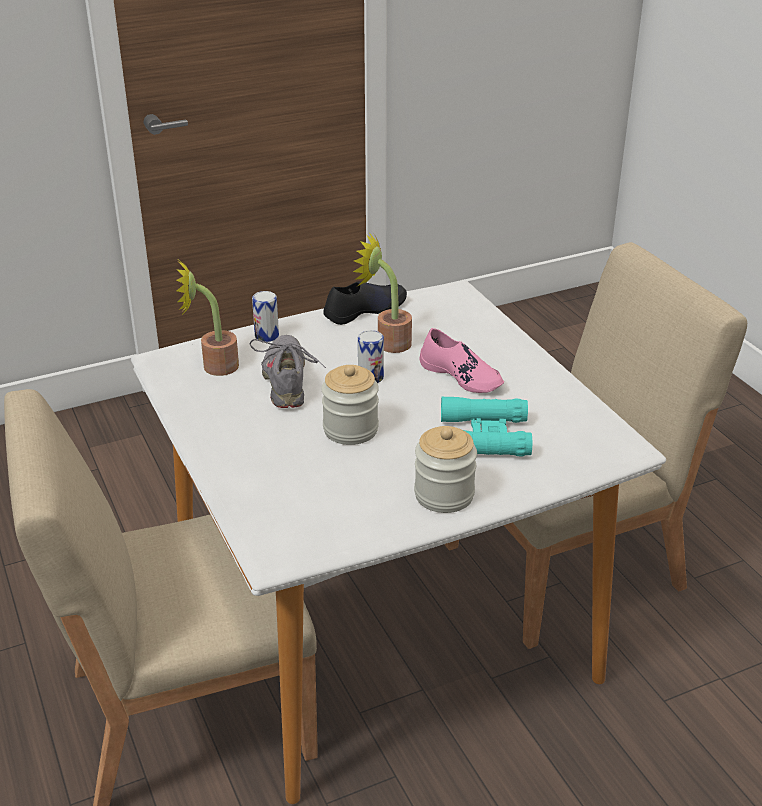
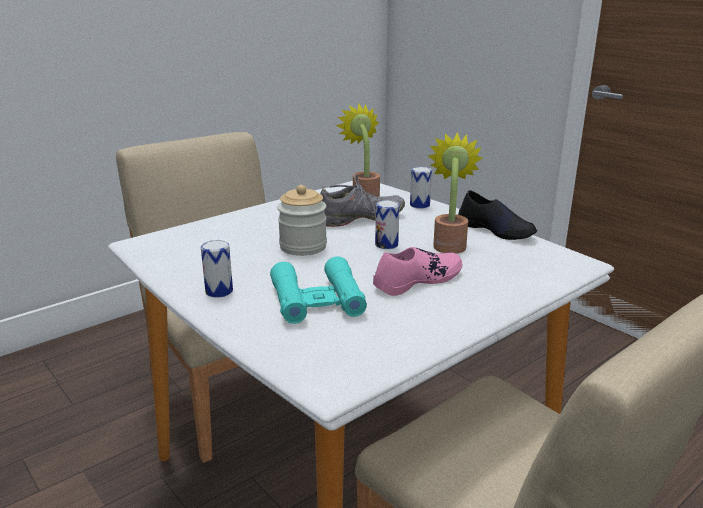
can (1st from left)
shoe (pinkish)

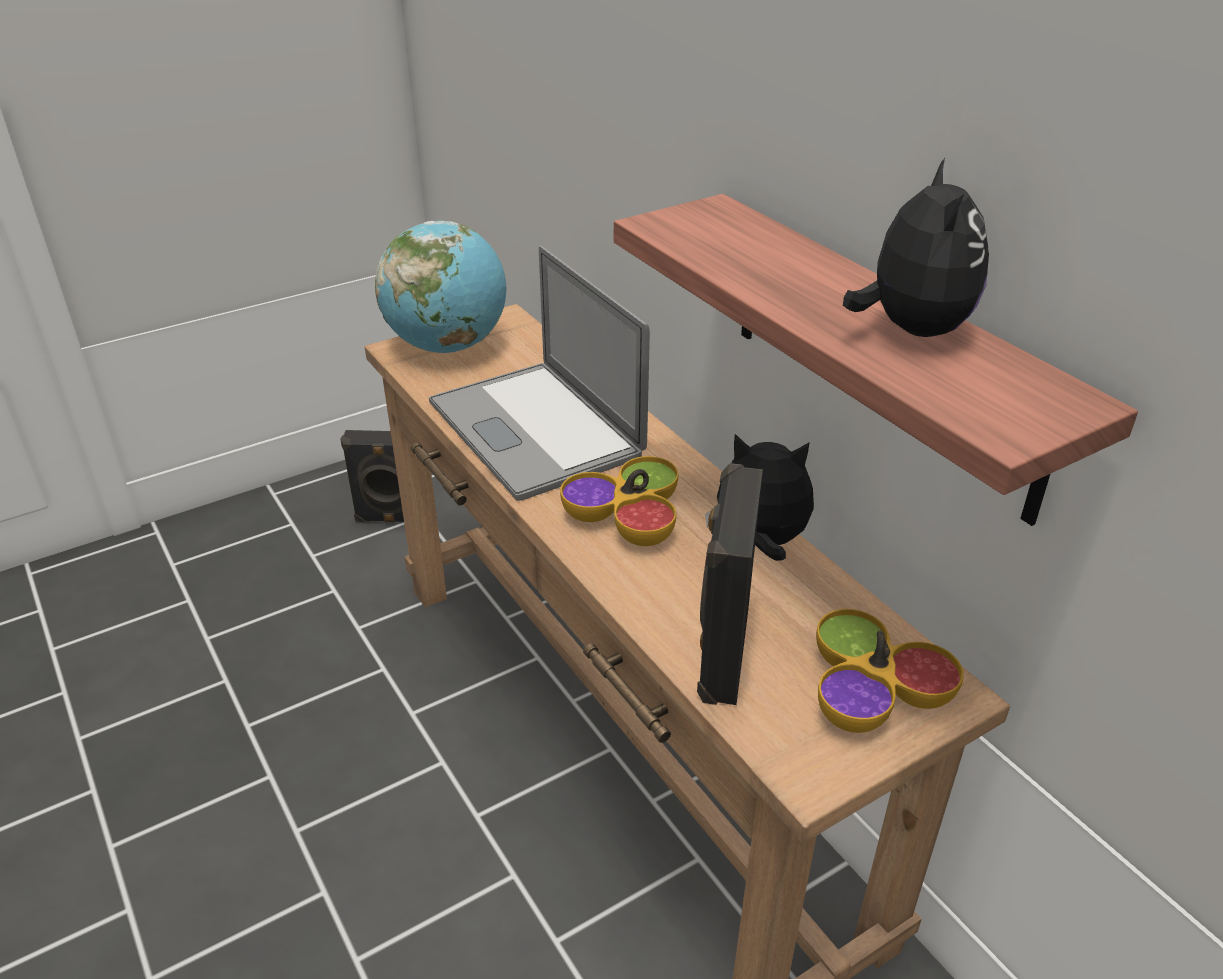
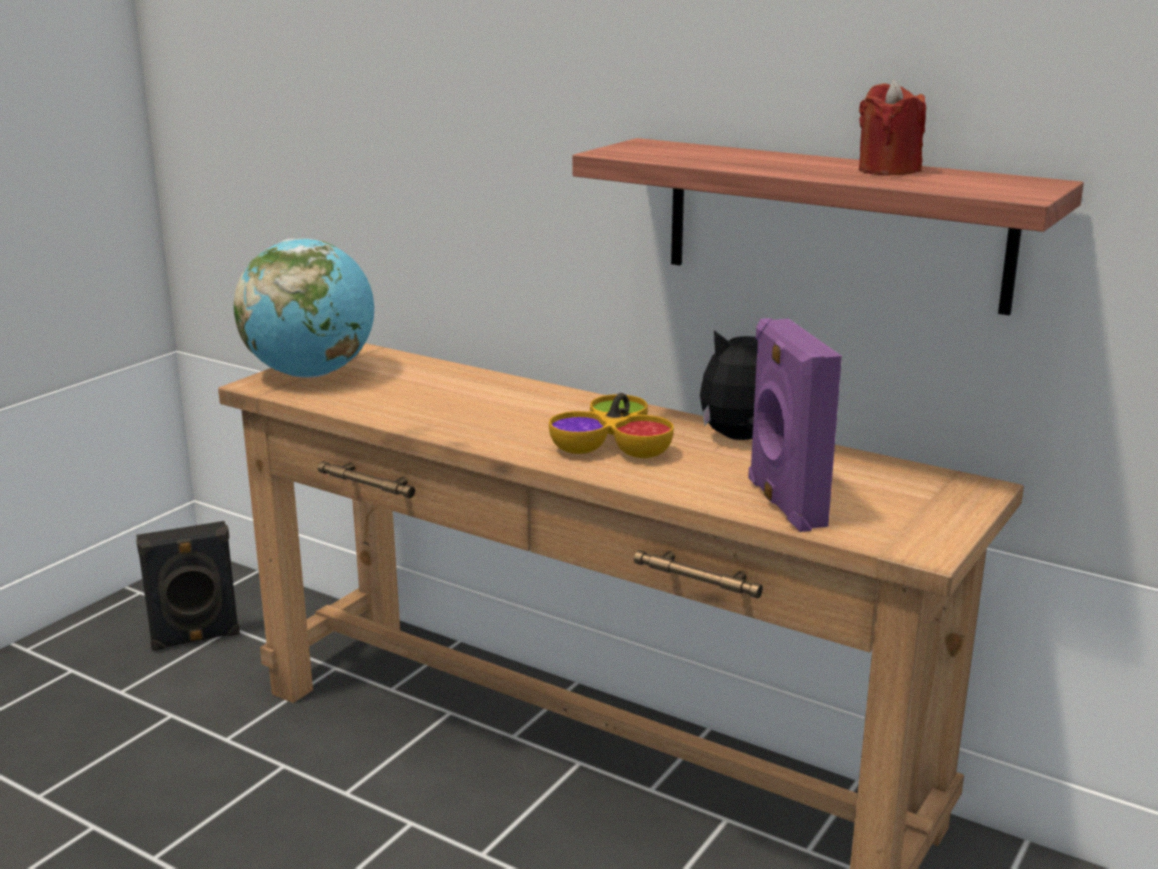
loudspeaker (purple)
wax light (reddish)
laptop
bowl (2nd from left in the first image)

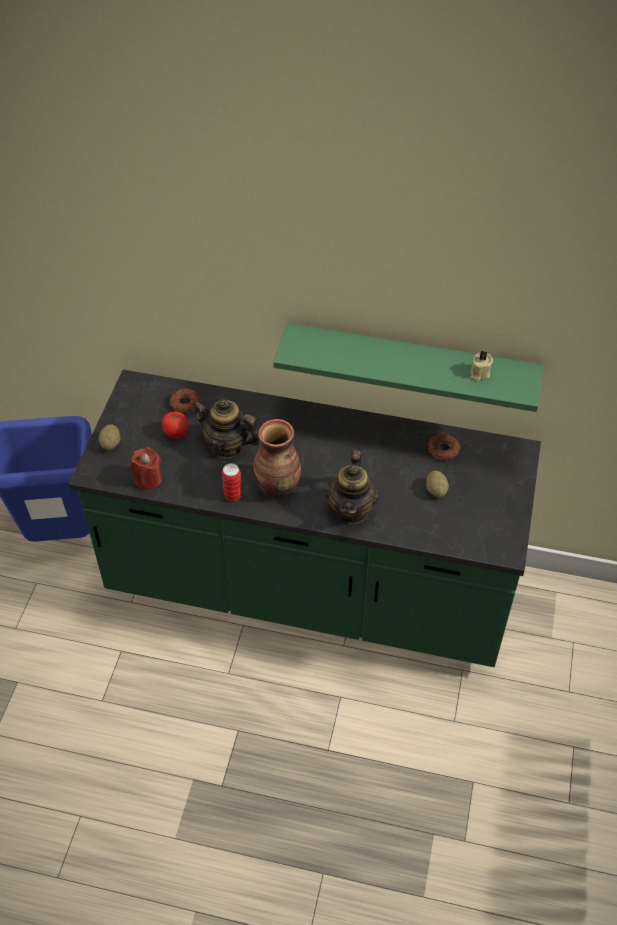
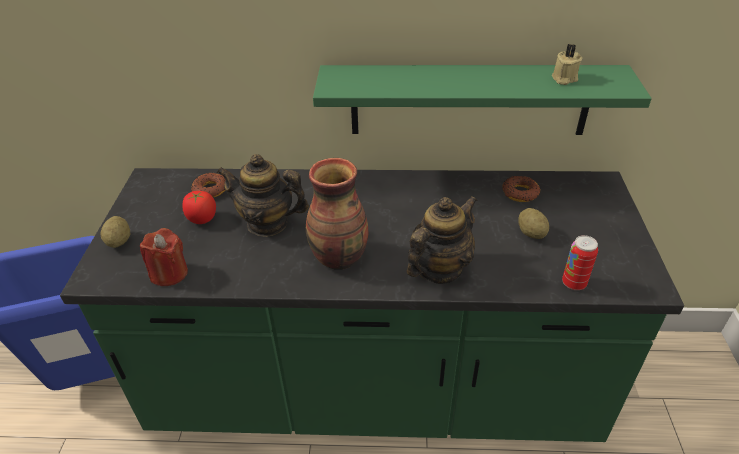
tea pot (2nd from left)
can

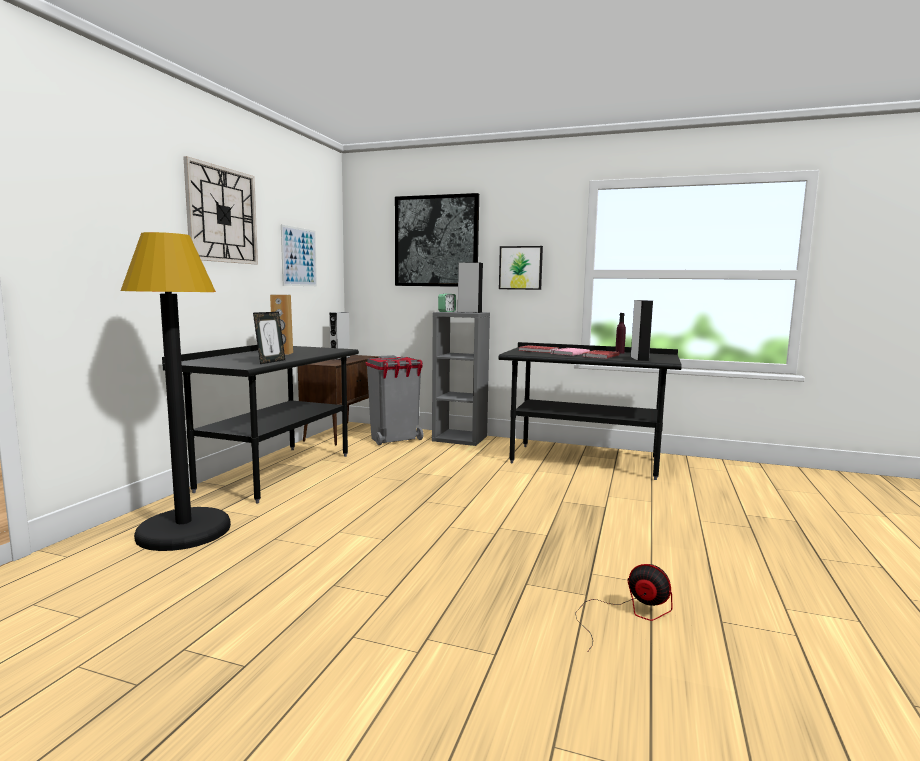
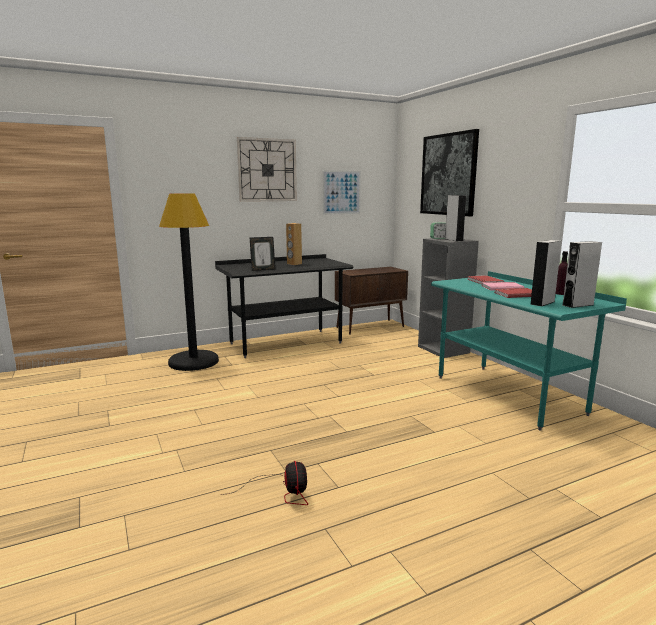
desk unit (turquoise)
loudspeaker (greyish) (3rd from left)
trash can (greyish)
wall art (3rd from left in the first image)

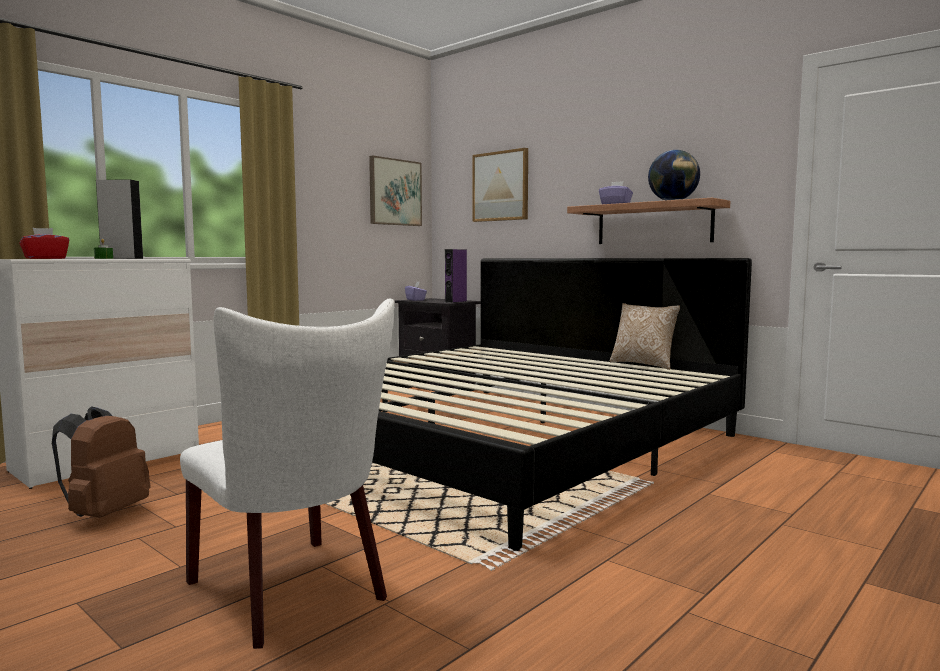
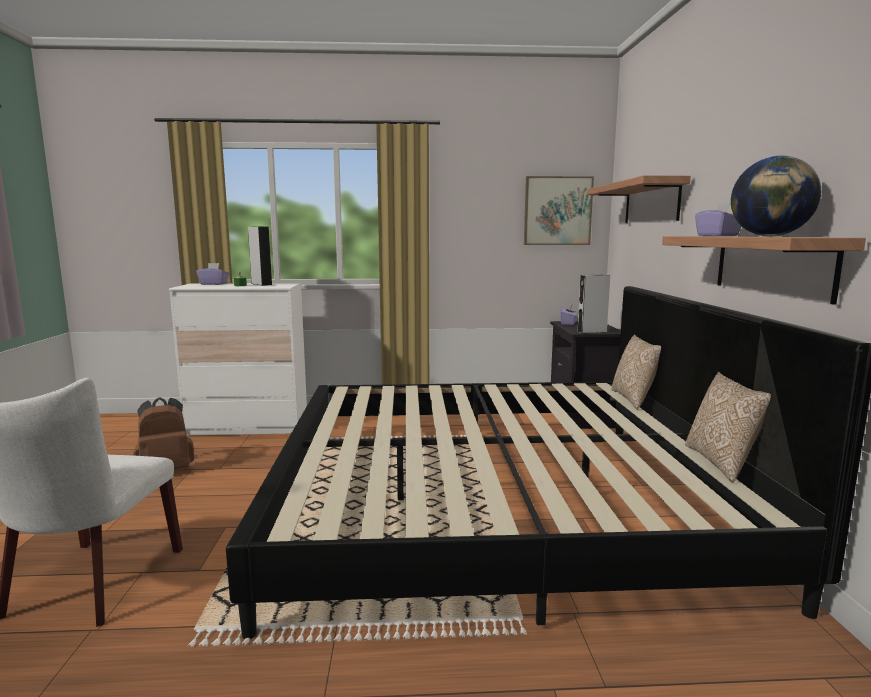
tissue box (purple) (1st from left)
loudspeaker (greyish) (2nd from left)
shelf (1st from left)
pillow (1st from left)

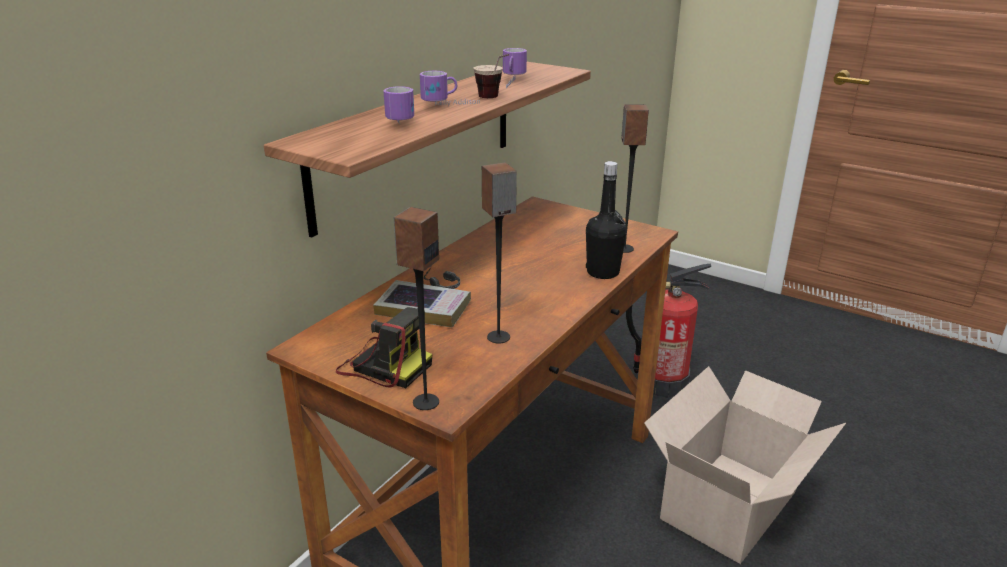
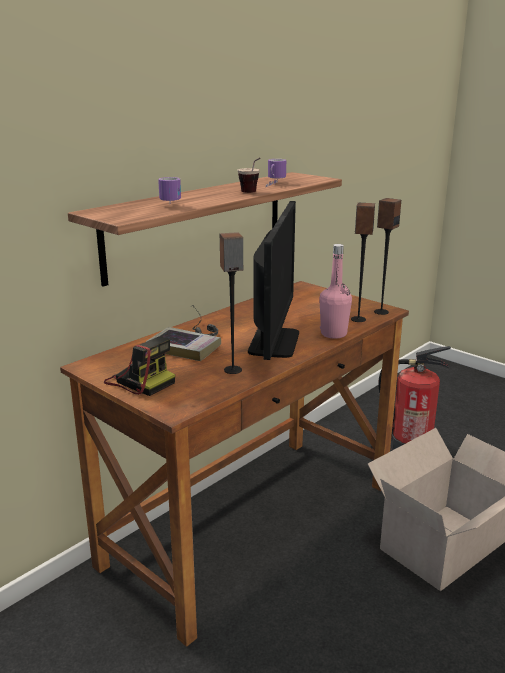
monitor
beverage bottle (pinkish)
loudspeaker (3rd from left)
tea mug (2nd from left in the first image)

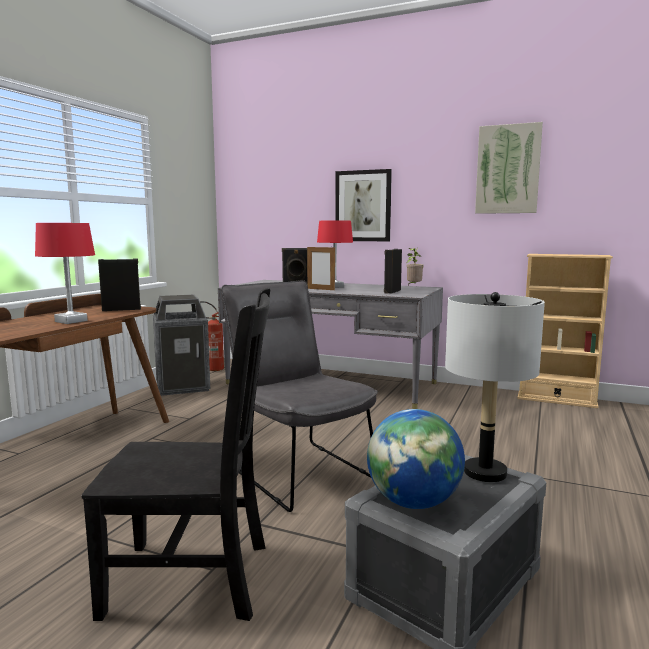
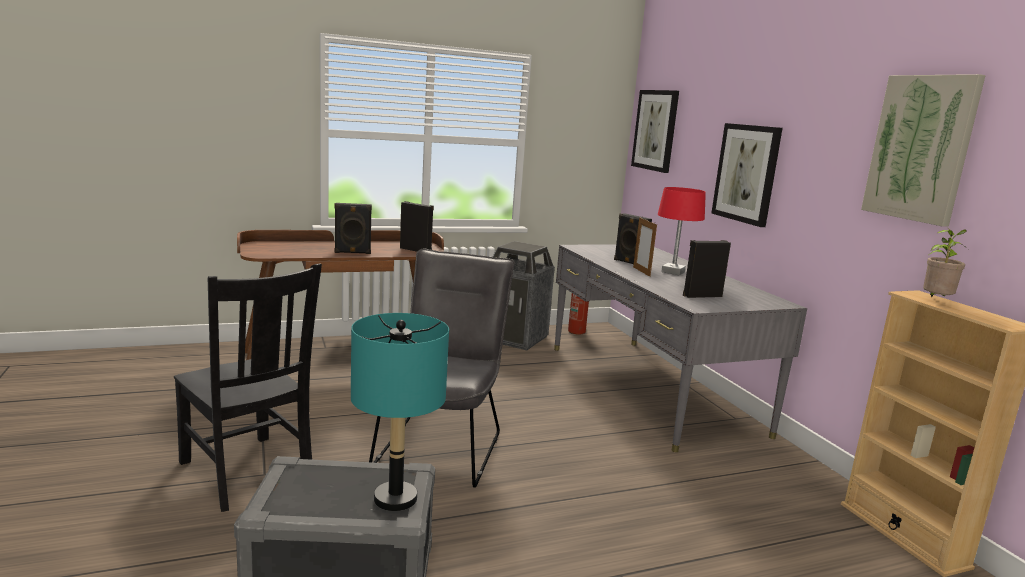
loudspeaker (black-coloured) (1st from left)
table lamp (turquoise)
wall art (1st from left)
houseplant
globe

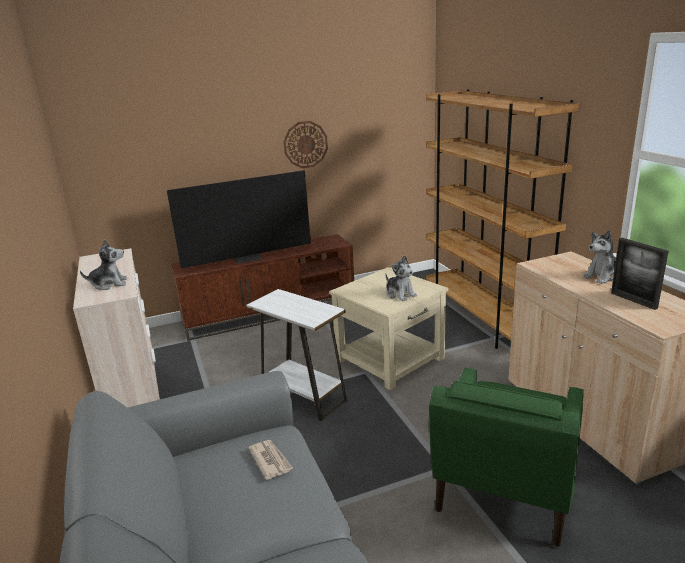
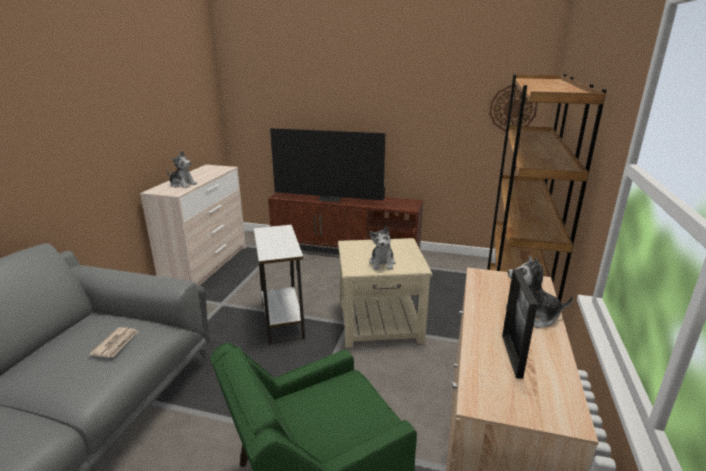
clock on the wall

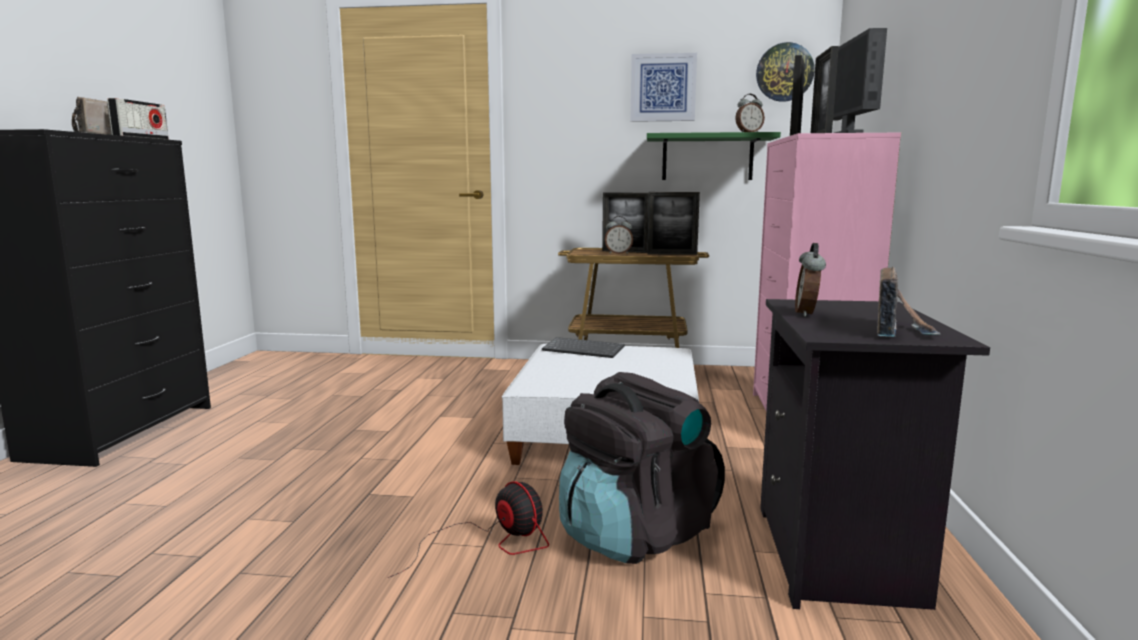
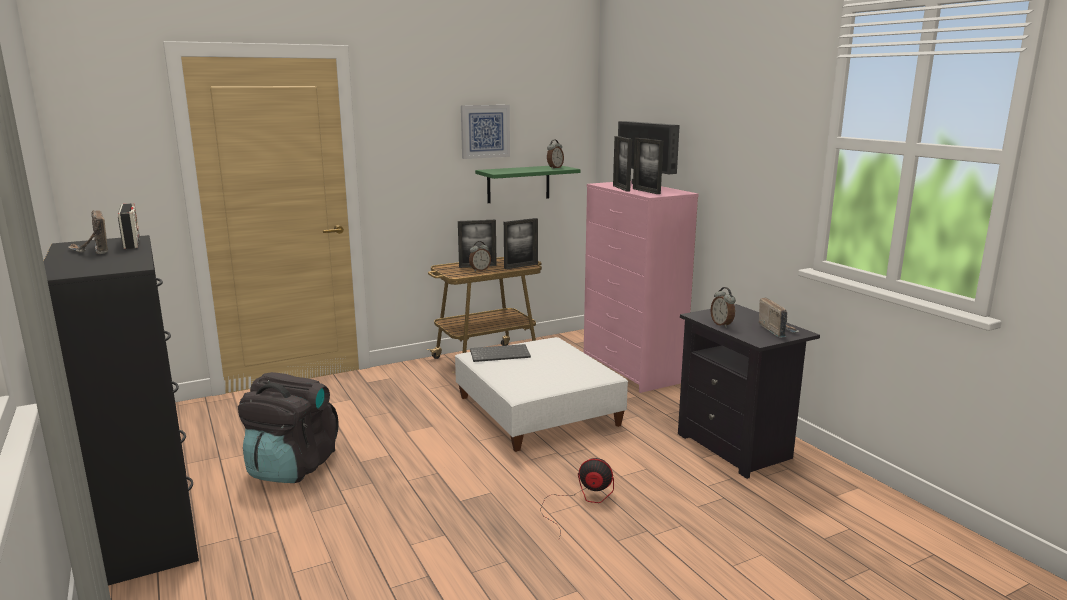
backpack (black-coloured)
clock on the wall

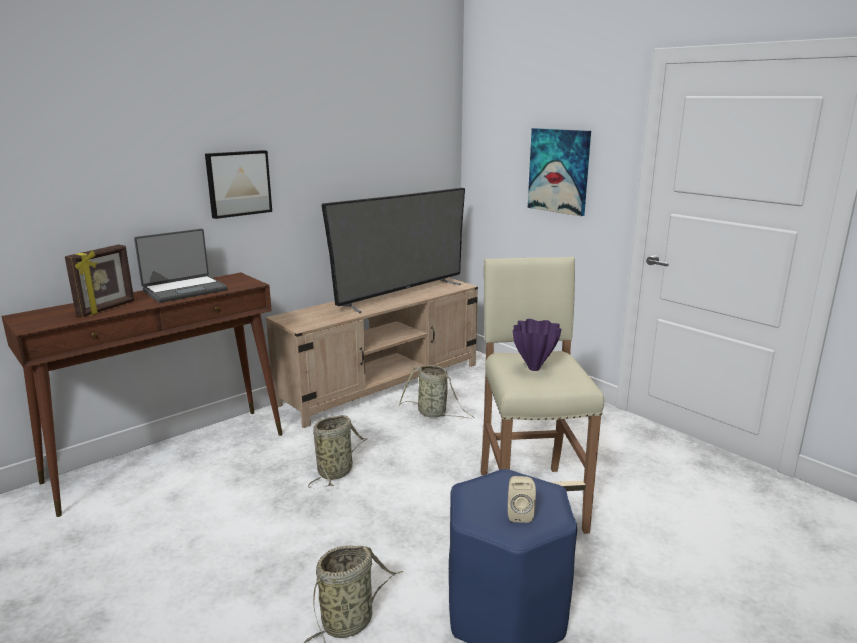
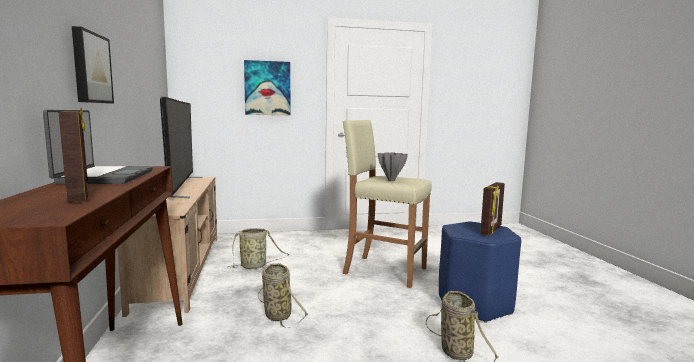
flower vase (greyish)
standing frame (2nd from left)

